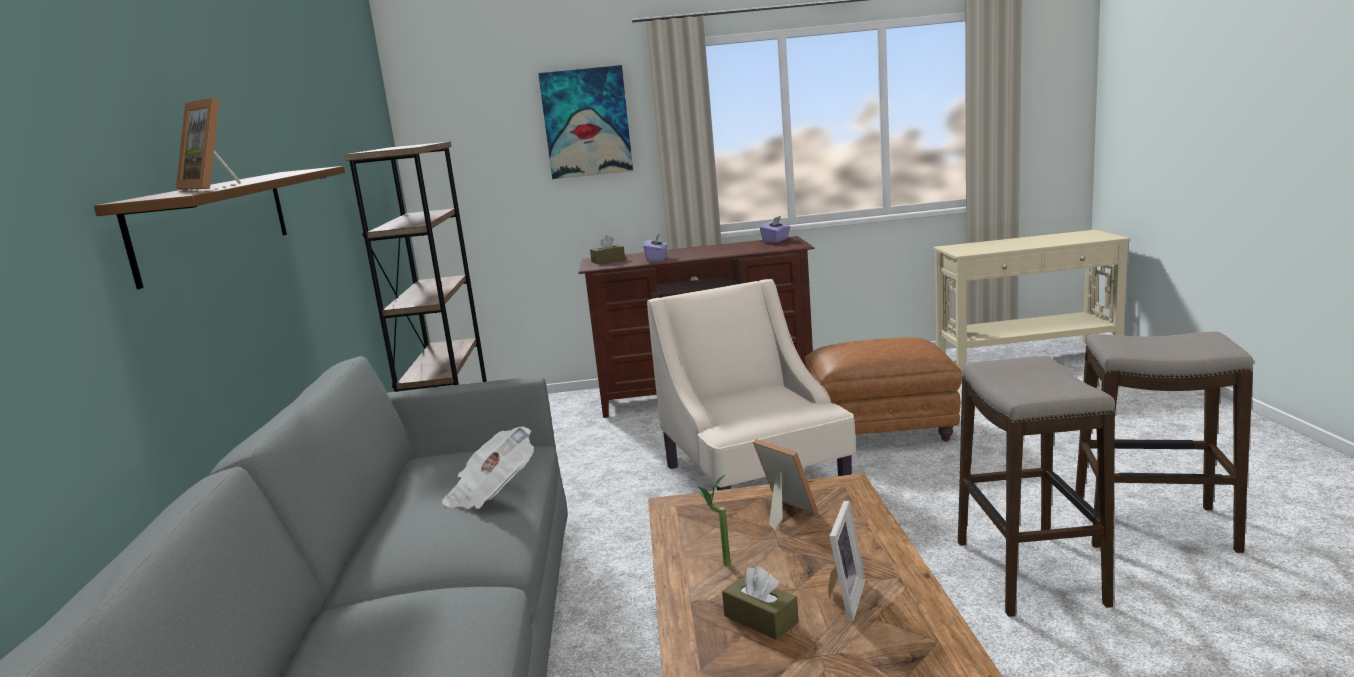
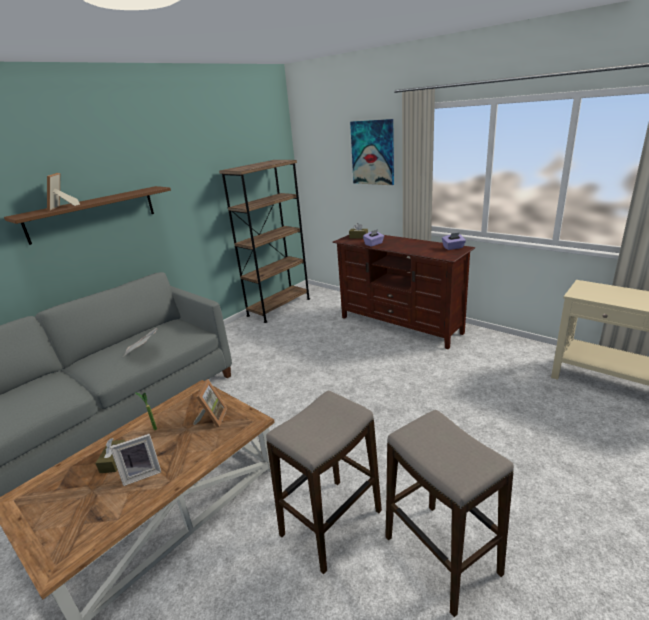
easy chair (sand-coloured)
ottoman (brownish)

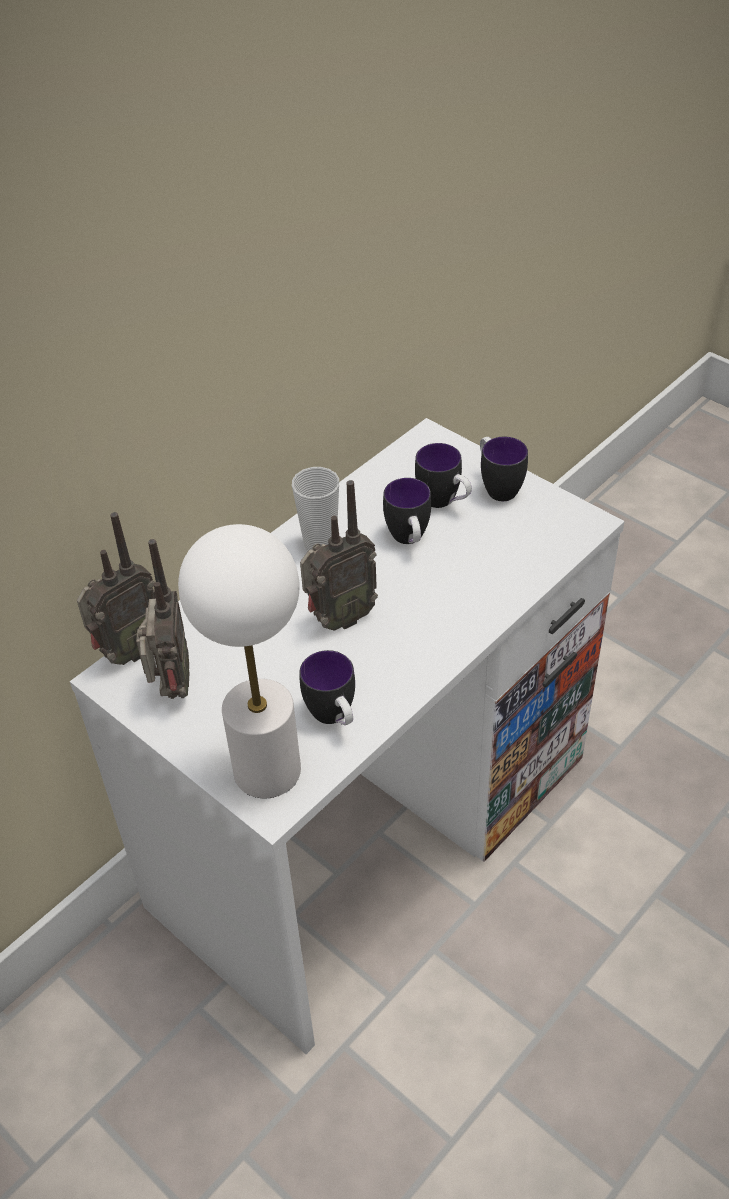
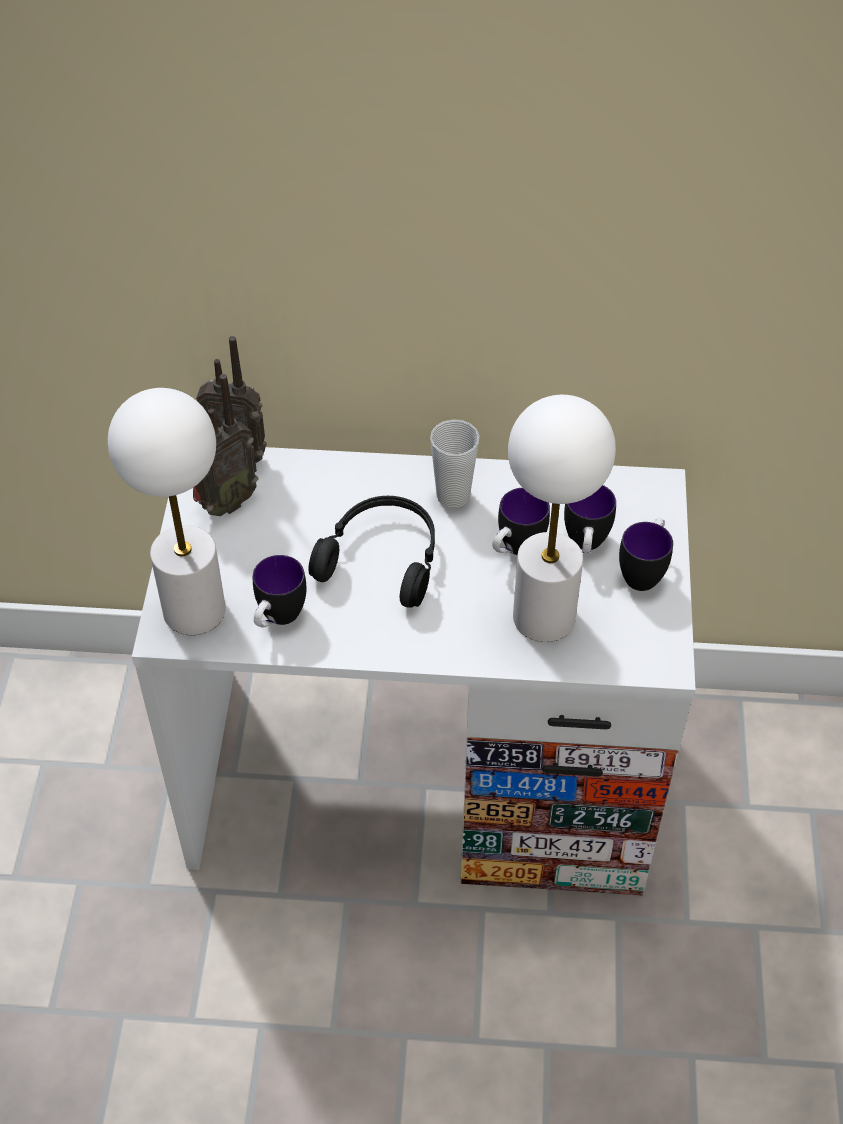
pair of headphones (black-coloured)
table lamp (whitish) (2nd from left)

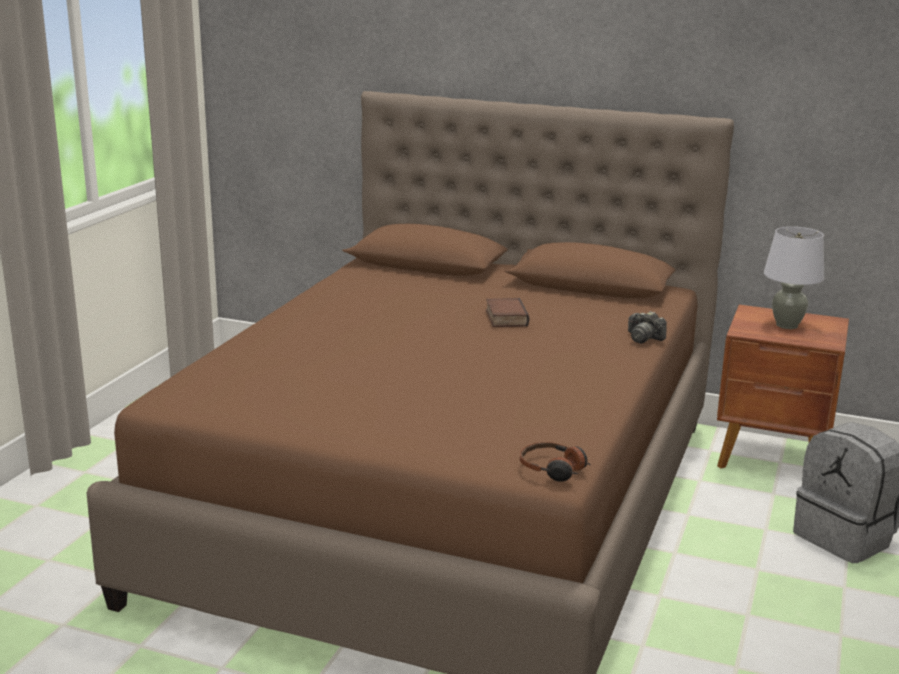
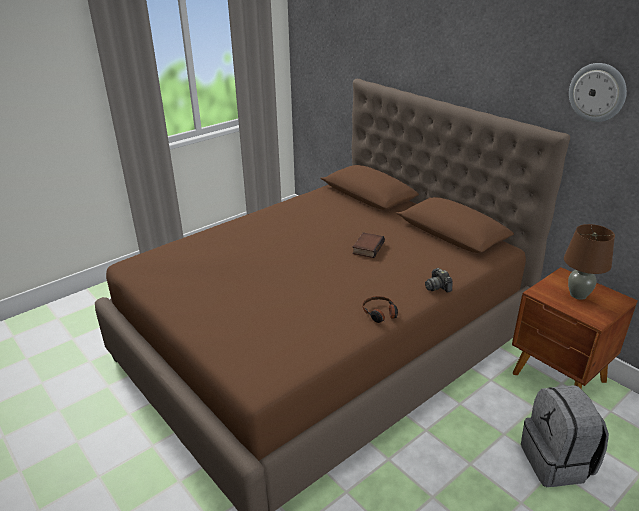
pair of headphones
table lamp (brownish)
clock on the wall

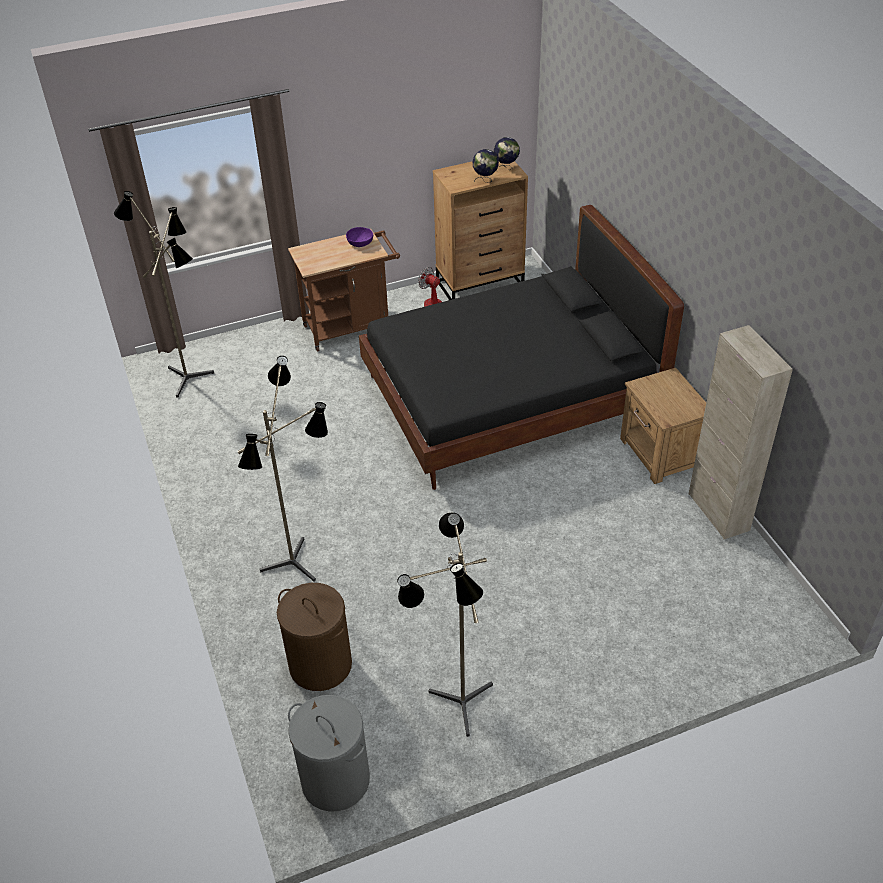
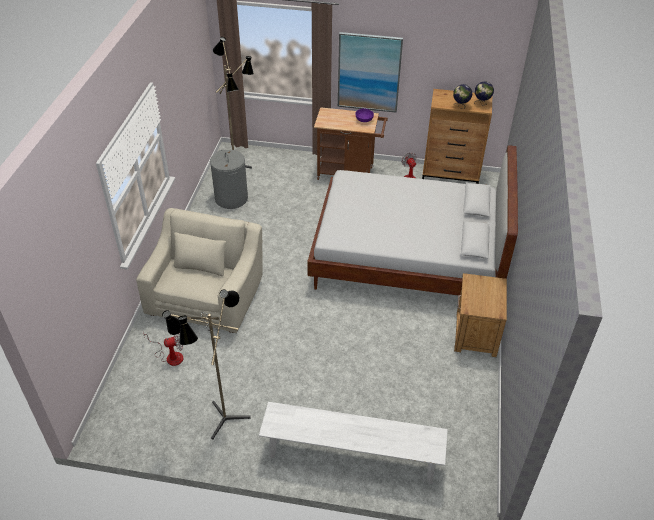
easy chair (sand-coloured)
electric fan (1st from left)
washing basket (greyish)
bench (whitish)
sleeping bed (whitish)
wall art
cabinet (sand-coloured)

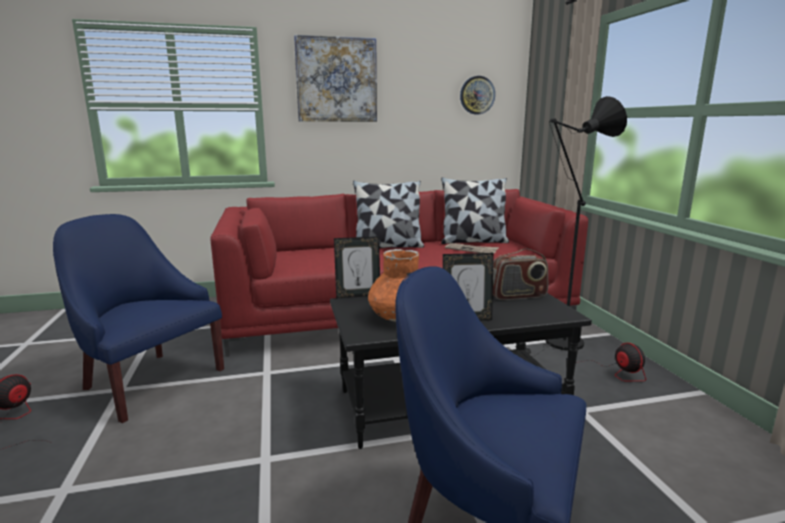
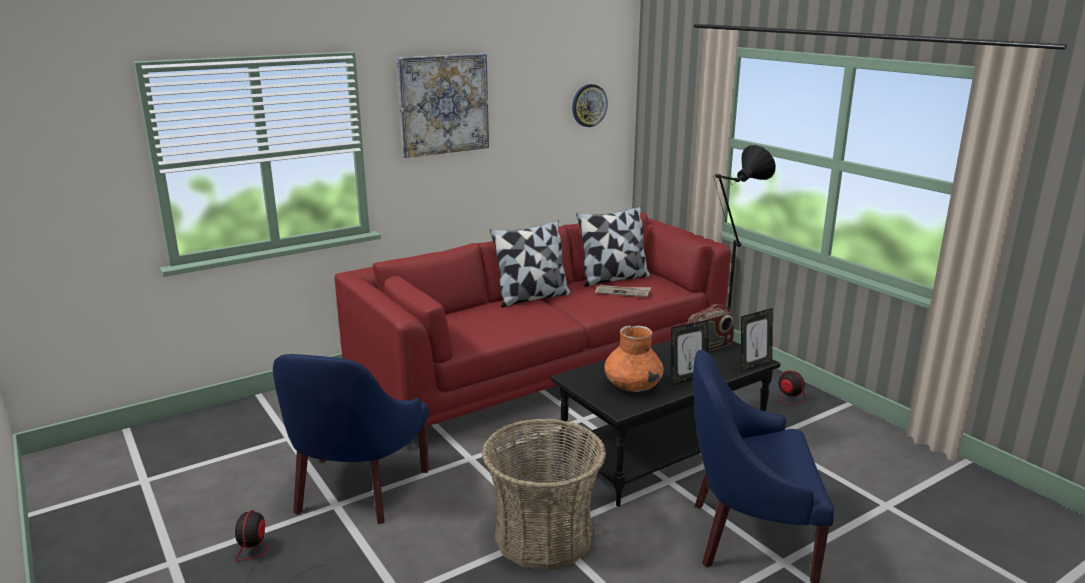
easy chair (bluish) (1st from left)
household basket
standing frame (2nd from left)

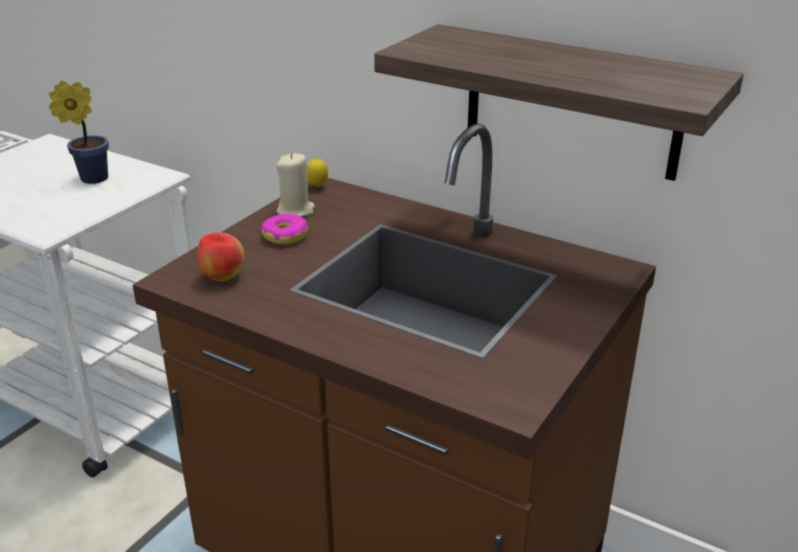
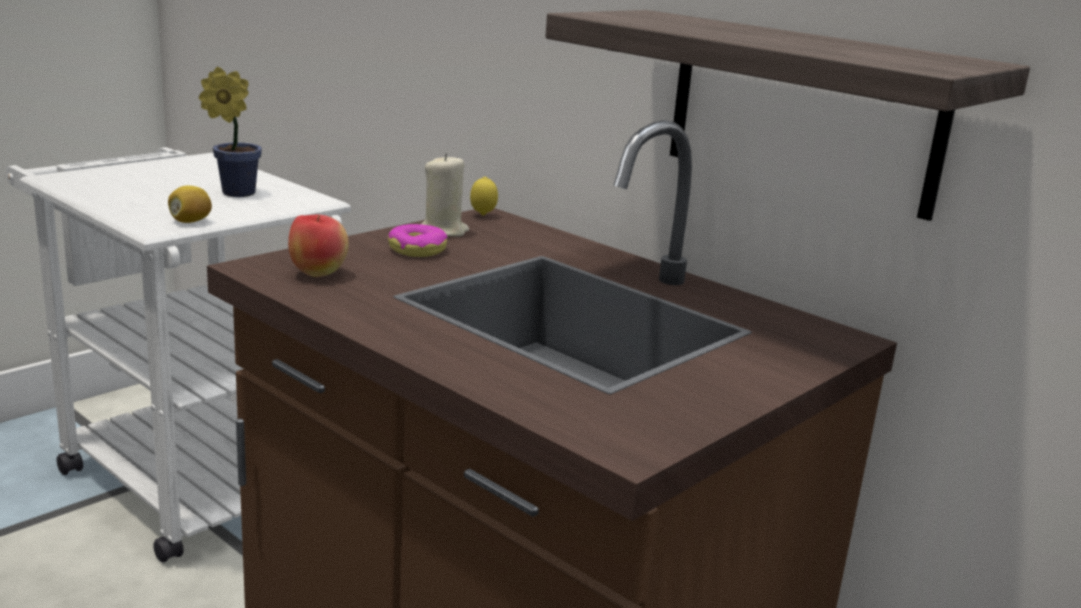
lemon (1st from left)

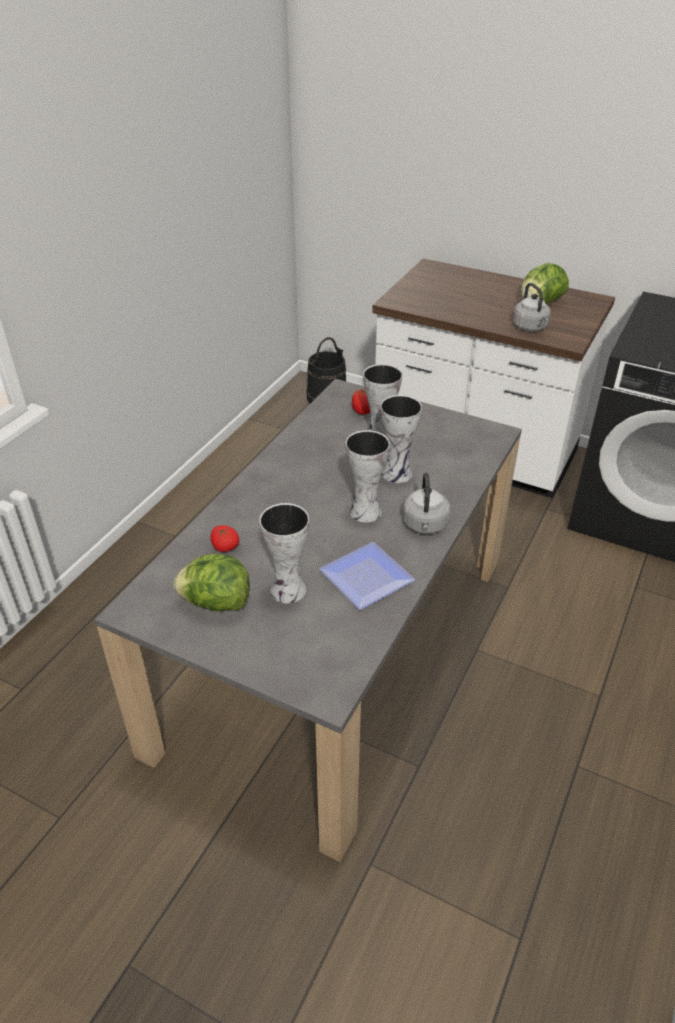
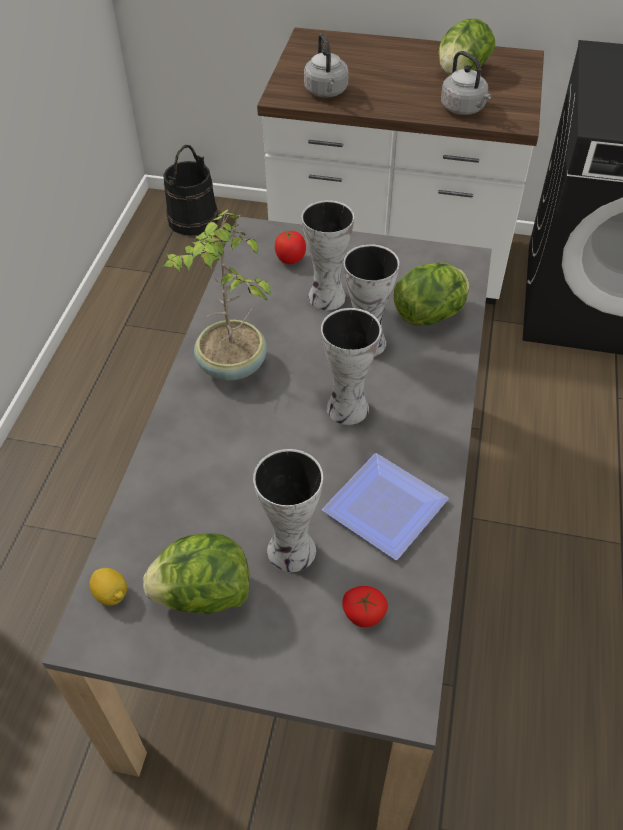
lemon
houseplant
kettle (greyish) (1st from left)
tomato (2nd from left)
lettuce head (2nd from left)

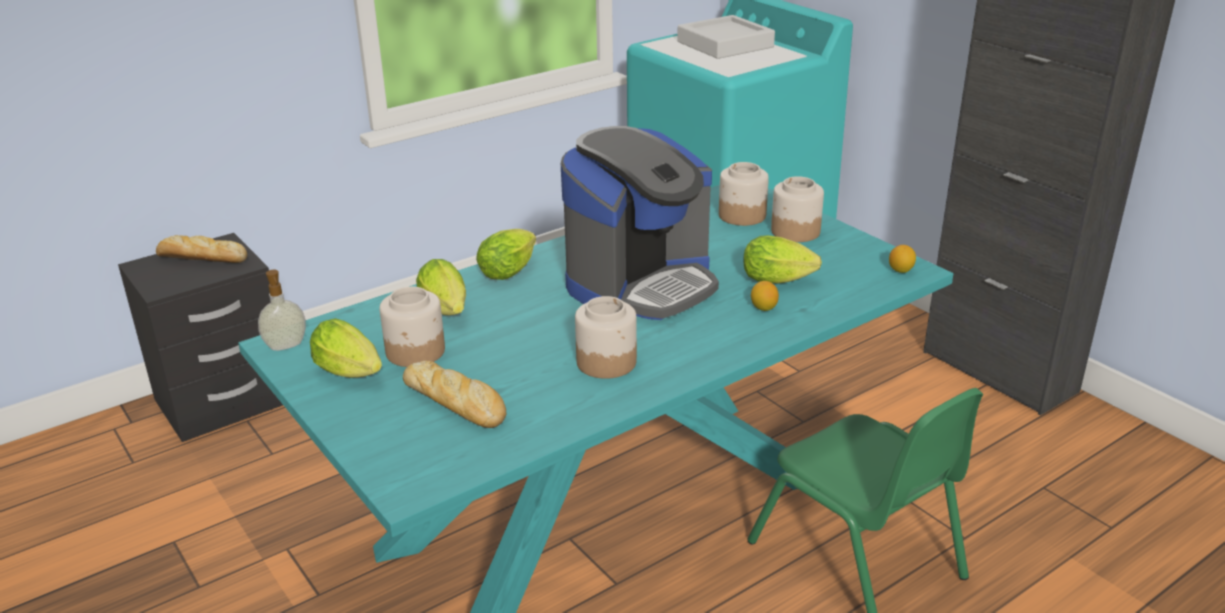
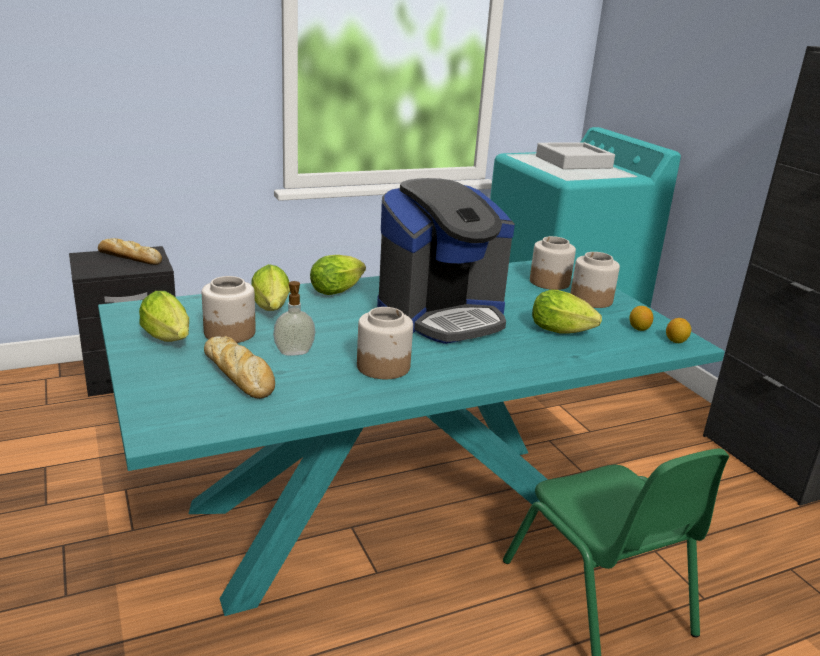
liquid soap bottle
lemon (1st from left)

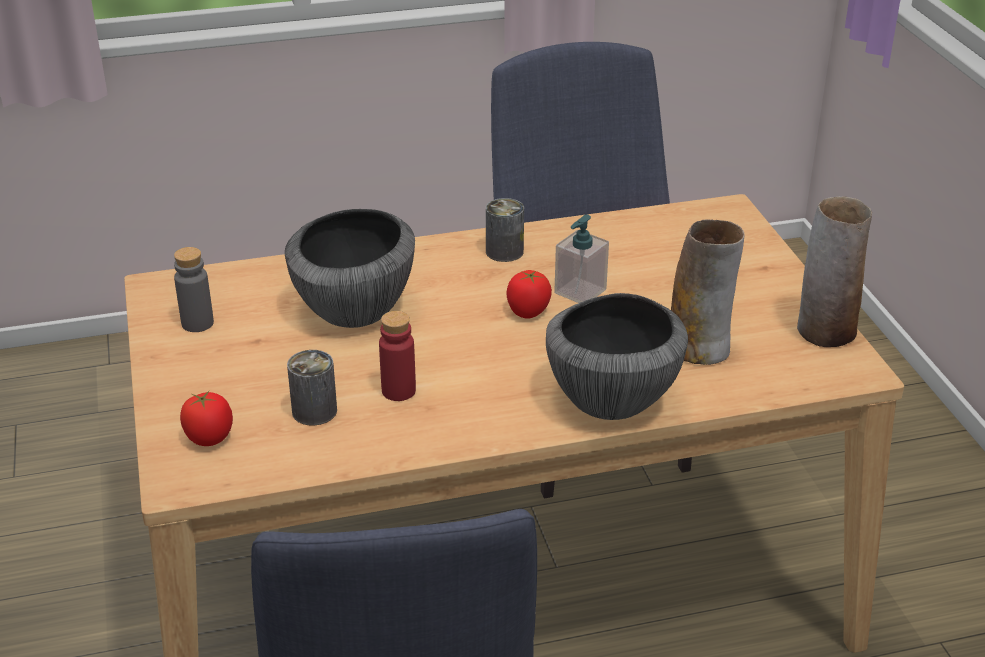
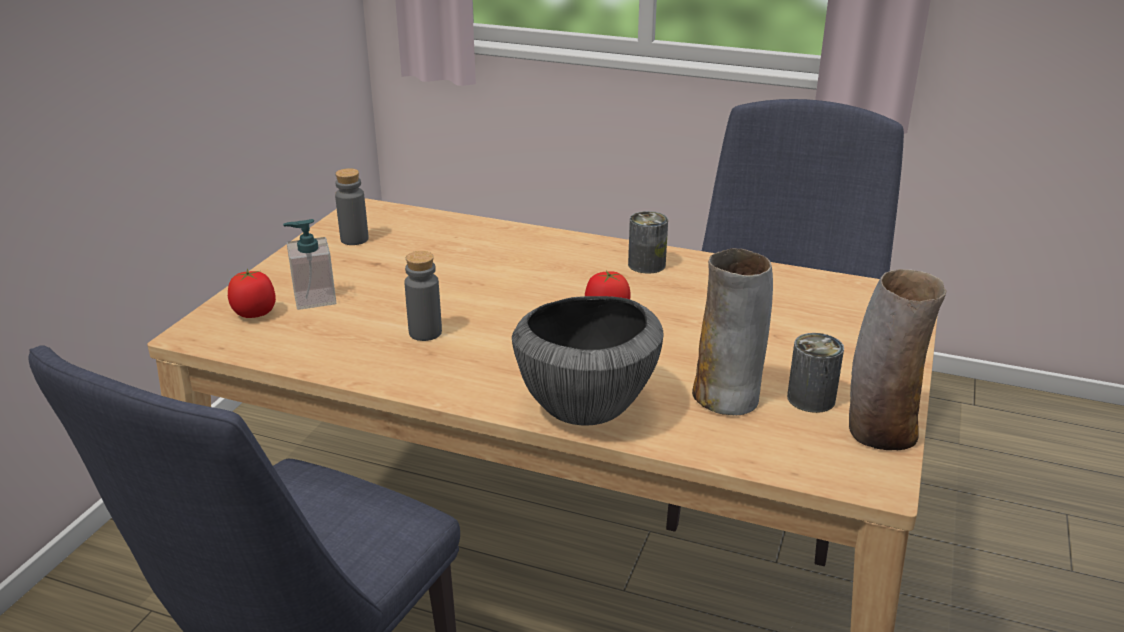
liquid soap bottle
beverage bottle (greyish) (2nd from left)
can (2nd from left)
bowl (1st from left in the first image)

